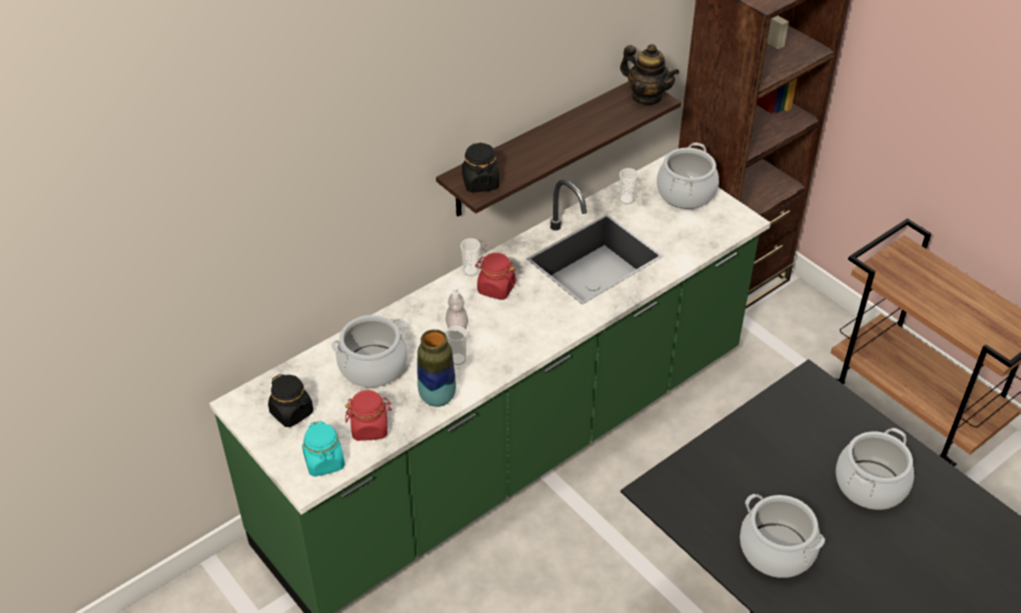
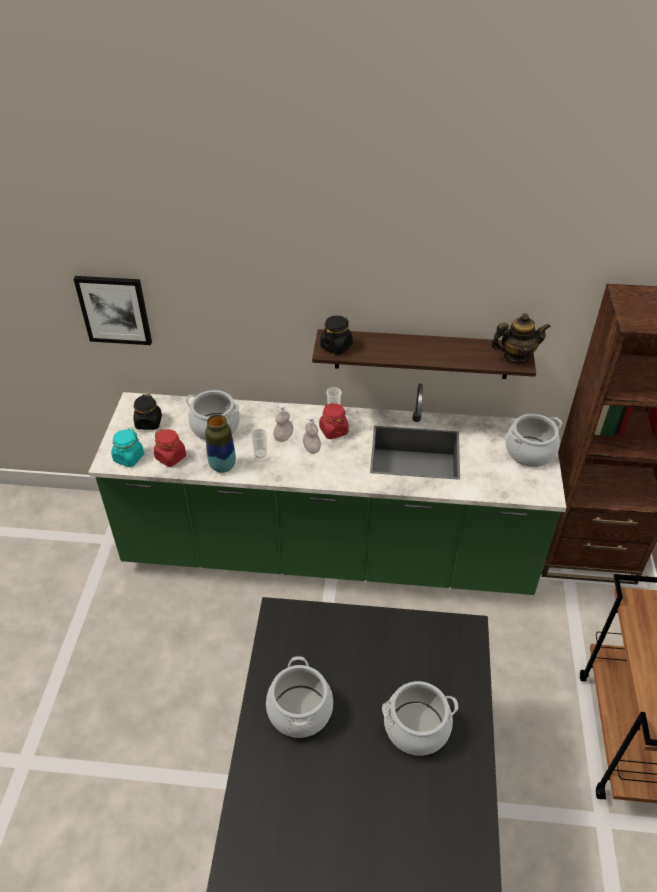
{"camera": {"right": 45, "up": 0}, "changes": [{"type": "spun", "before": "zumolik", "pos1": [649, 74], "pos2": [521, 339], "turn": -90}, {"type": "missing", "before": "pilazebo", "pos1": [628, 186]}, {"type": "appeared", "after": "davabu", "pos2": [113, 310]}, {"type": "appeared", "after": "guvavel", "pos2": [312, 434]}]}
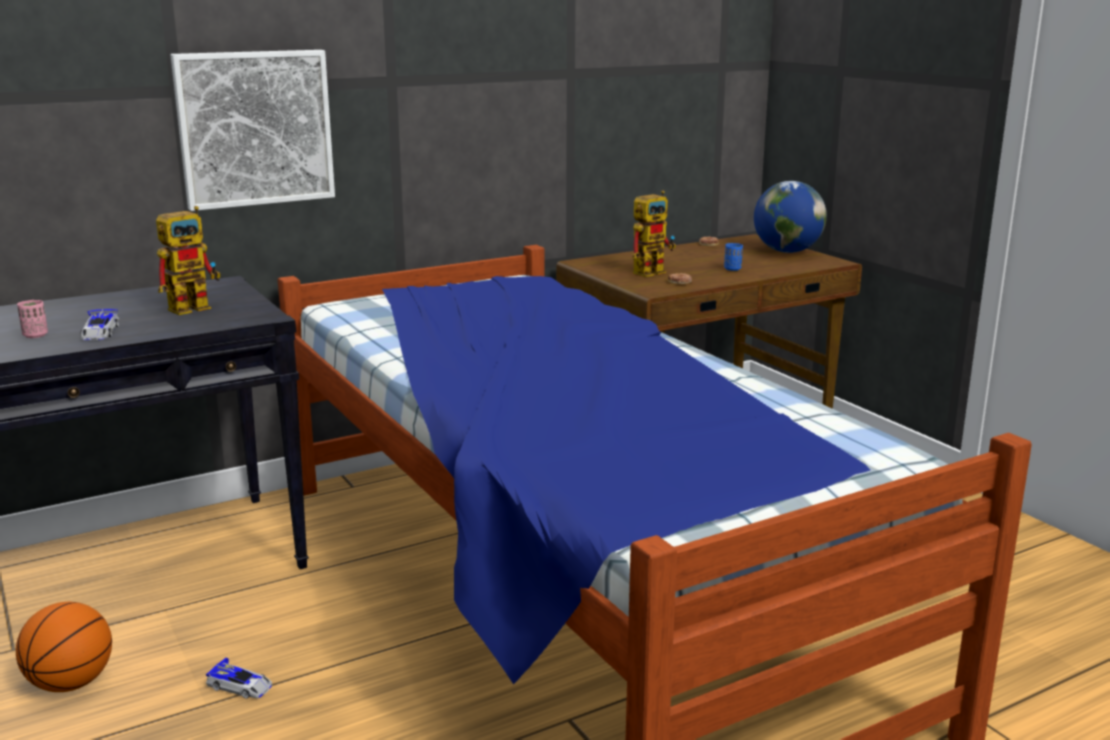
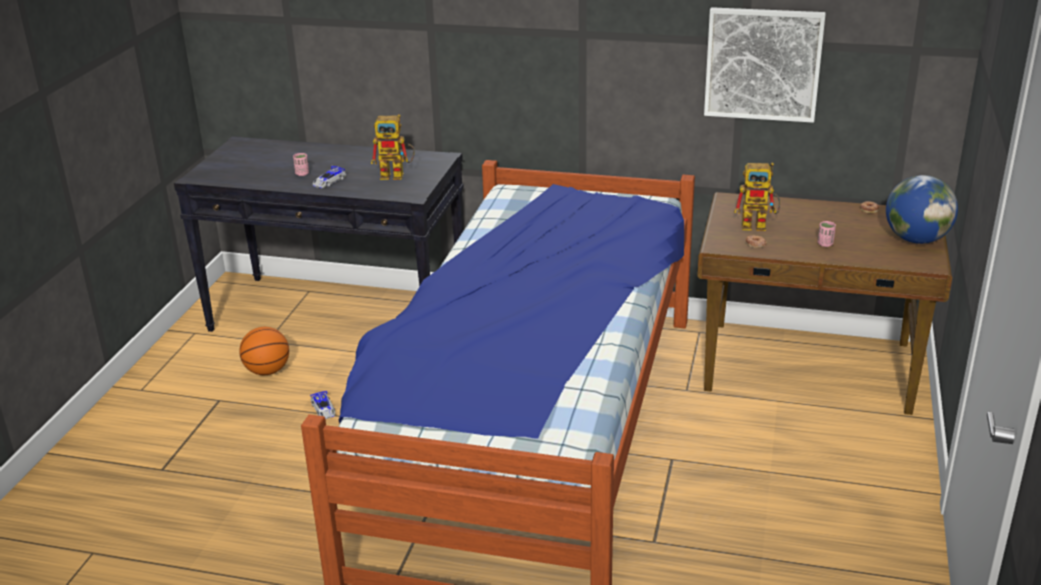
{"camera": {"right": 45, "up": 10}, "changes": [{"type": "relocated", "before": "davabu", "pos1": [253, 130], "pos2": [765, 65]}, {"type": "colour", "before": "blue_pilazebo", "after": "pink_pilazebo", "pos1": [733, 257], "pos2": [827, 234]}]}
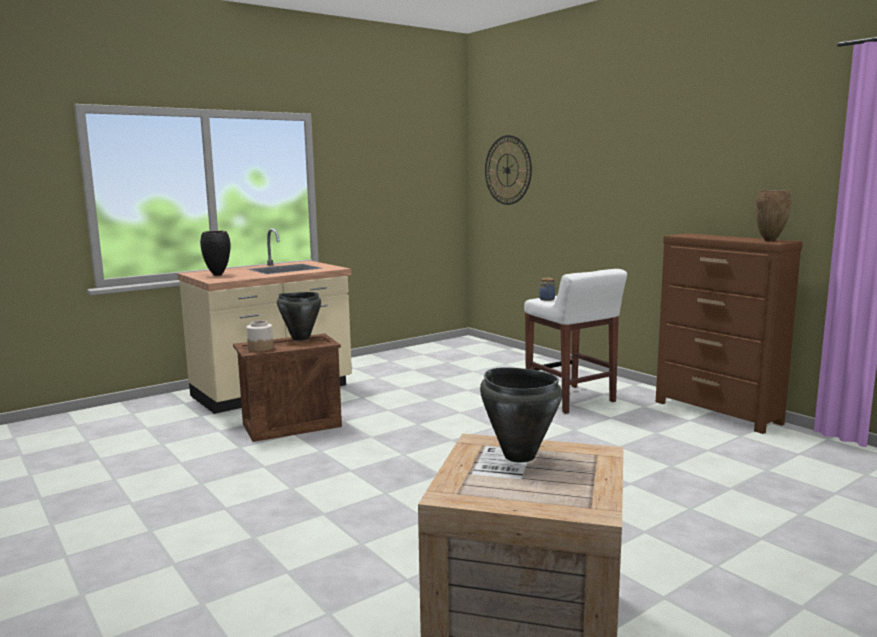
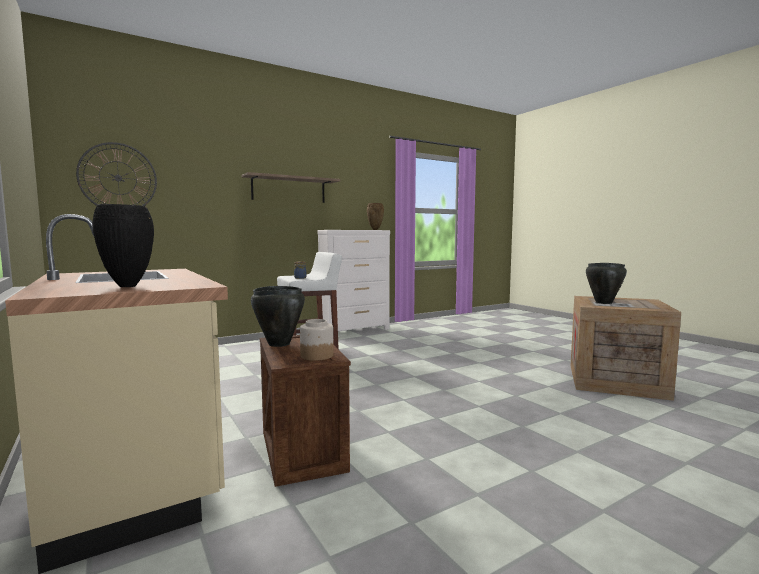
{"camera": {"right": -85, "up": -5}, "changes": [{"type": "colour", "before": "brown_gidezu", "after": "white_gidezu", "pos1": [729, 333], "pos2": [353, 280]}, {"type": "appeared", "after": "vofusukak", "pos2": [291, 187]}]}
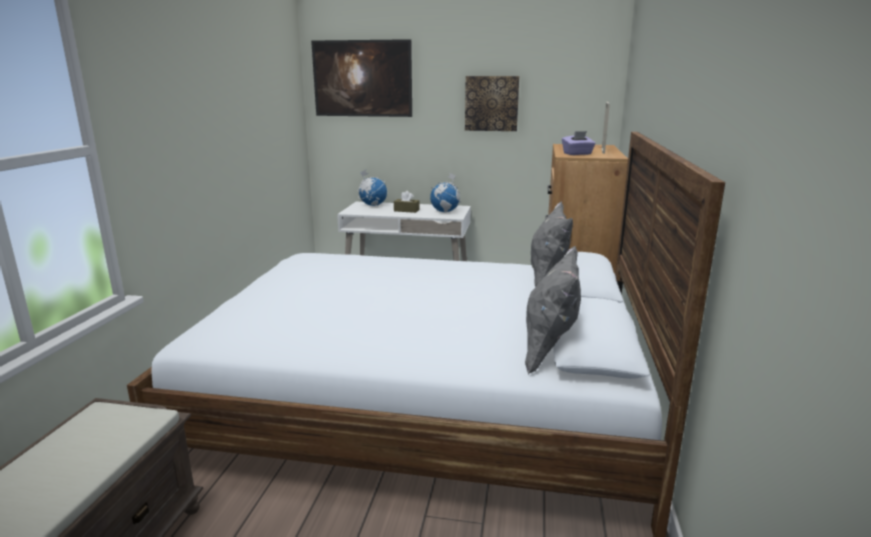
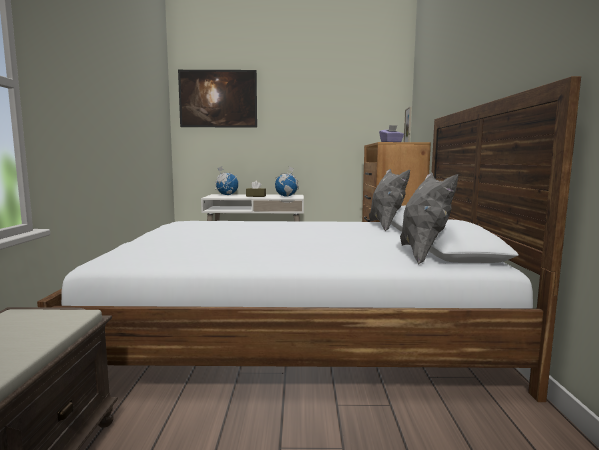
{"camera": {"right": -10, "up": -10}, "changes": [{"type": "missing", "before": "davabu", "pos1": [492, 103]}]}
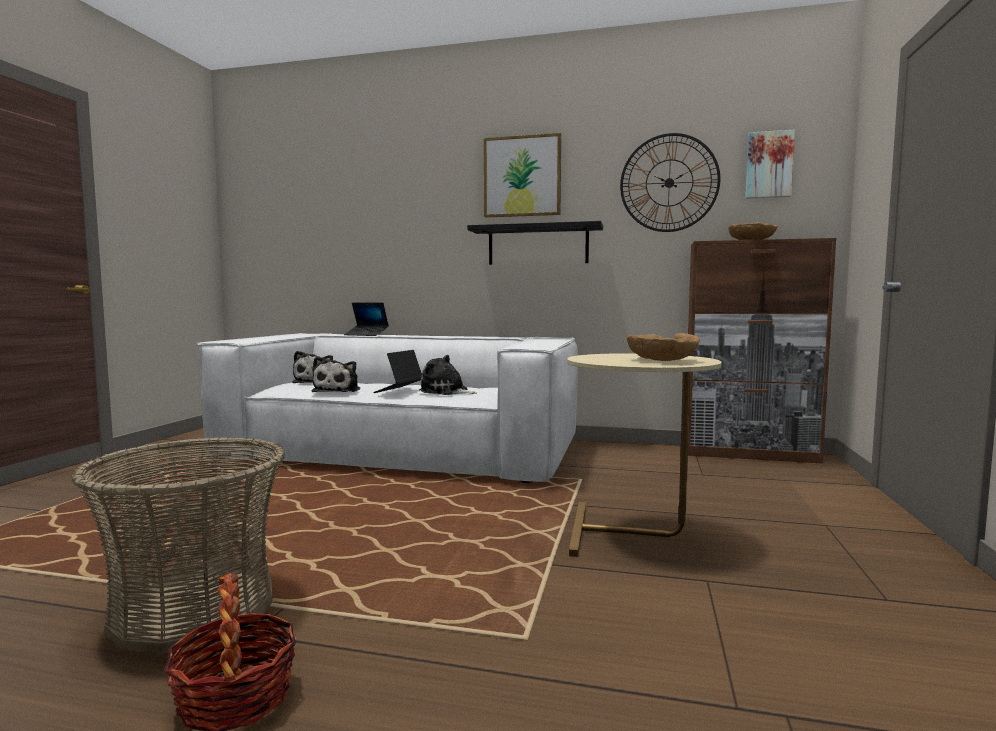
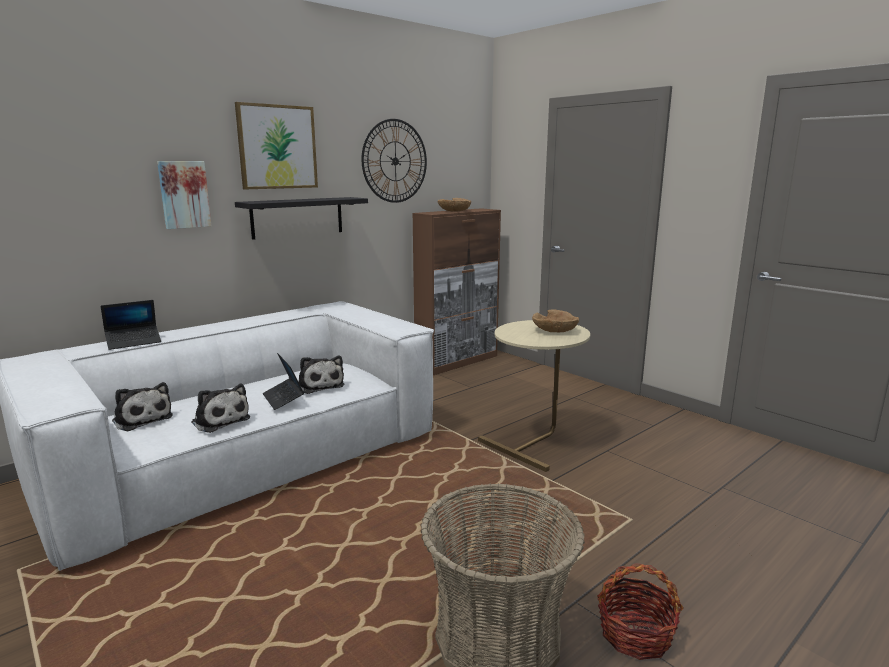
{"camera": {"right": -55, "up": 10}, "changes": [{"type": "relocated", "before": "davabu", "pos1": [770, 164], "pos2": [184, 195]}, {"type": "spun", "before": "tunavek", "pos1": [448, 375], "pos2": [321, 374], "turn": -90}]}
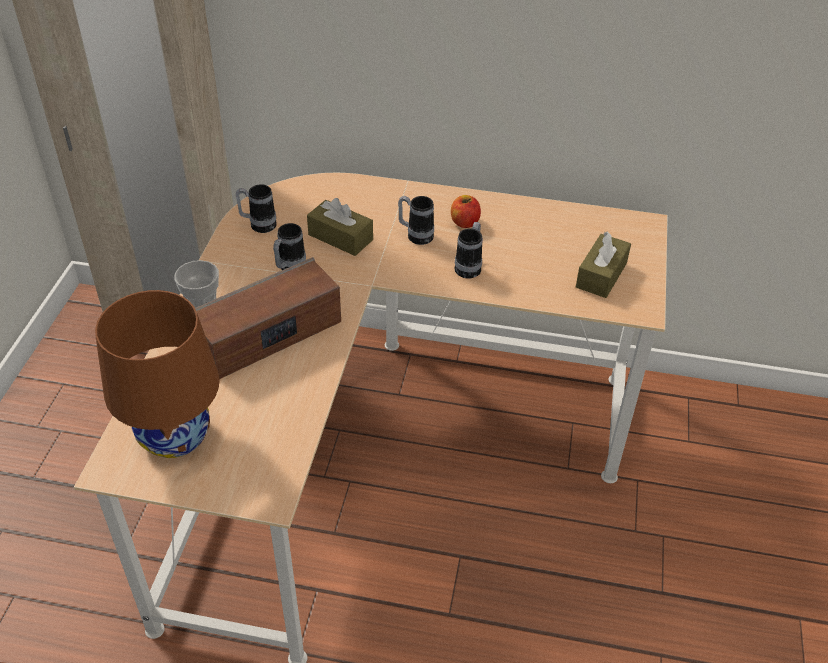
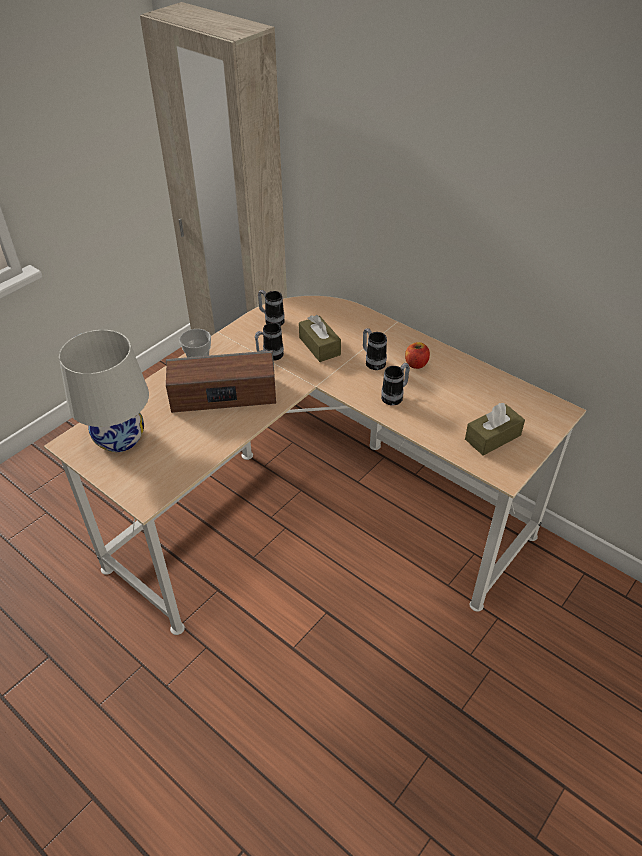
{"camera": {"right": 30, "up": 0}, "changes": [{"type": "colour", "before": "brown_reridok", "after": "white_reridok", "pos1": [157, 374], "pos2": [104, 391]}]}
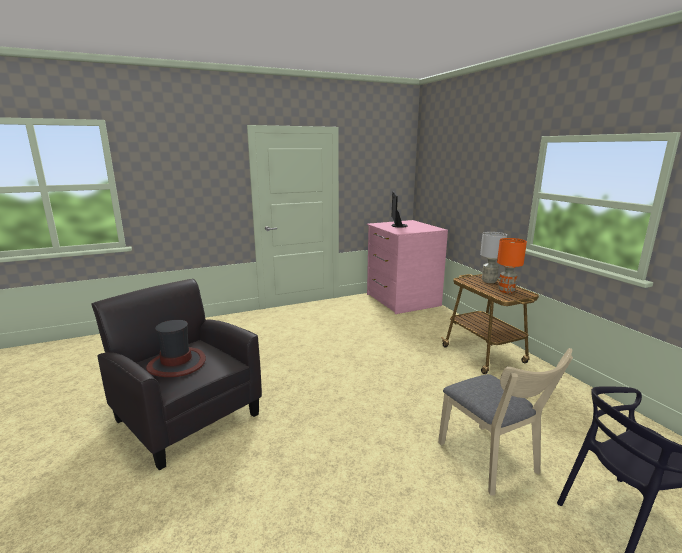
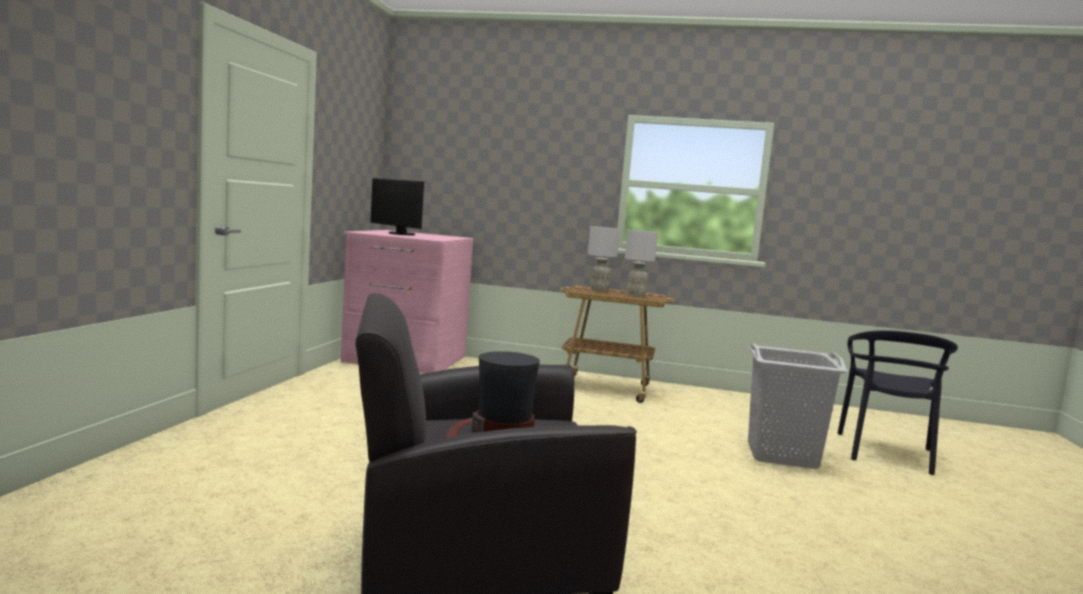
{"camera": {"right": -55, "up": -10}, "changes": [{"type": "colour", "before": "orange_reridok", "after": "grey_reridok", "pos1": [512, 265], "pos2": [641, 263]}, {"type": "exchanged", "before": "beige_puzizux", "after": "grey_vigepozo", "pos1": [505, 422], "pos2": [798, 406]}]}
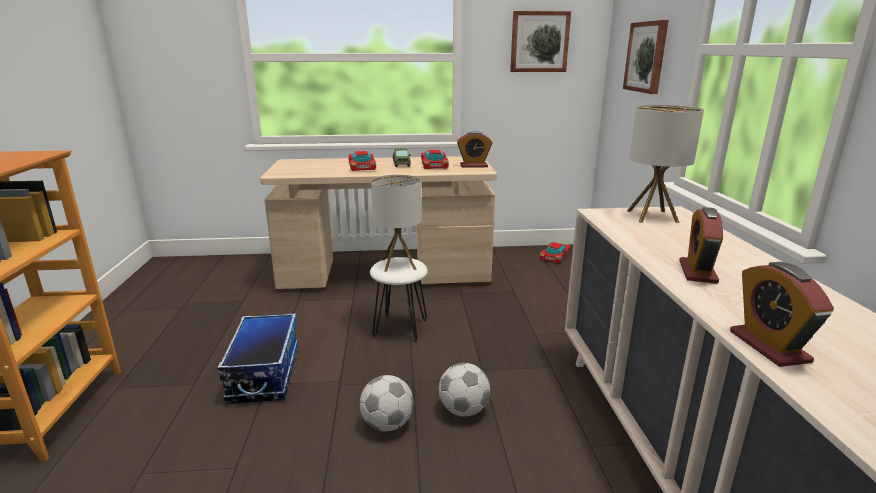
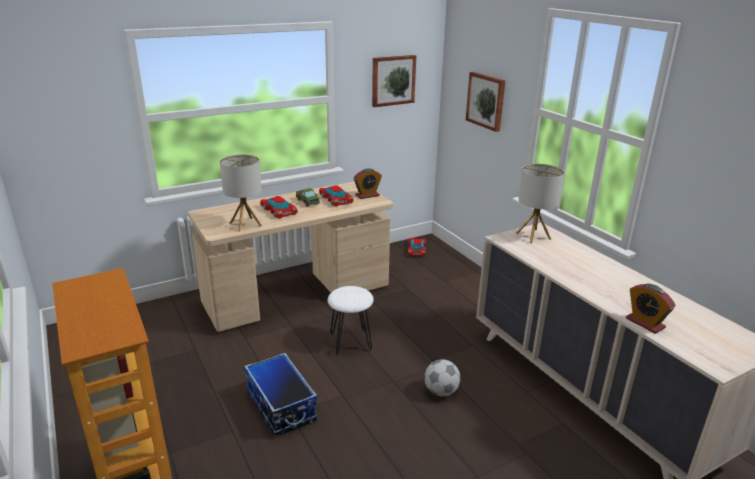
{"camera": {"right": -25, "up": 5}, "changes": [{"type": "relocated", "before": "reridok", "pos1": [396, 223], "pos2": [241, 193]}, {"type": "missing", "before": "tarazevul", "pos1": [701, 245]}, {"type": "missing", "before": "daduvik", "pos1": [386, 403]}]}
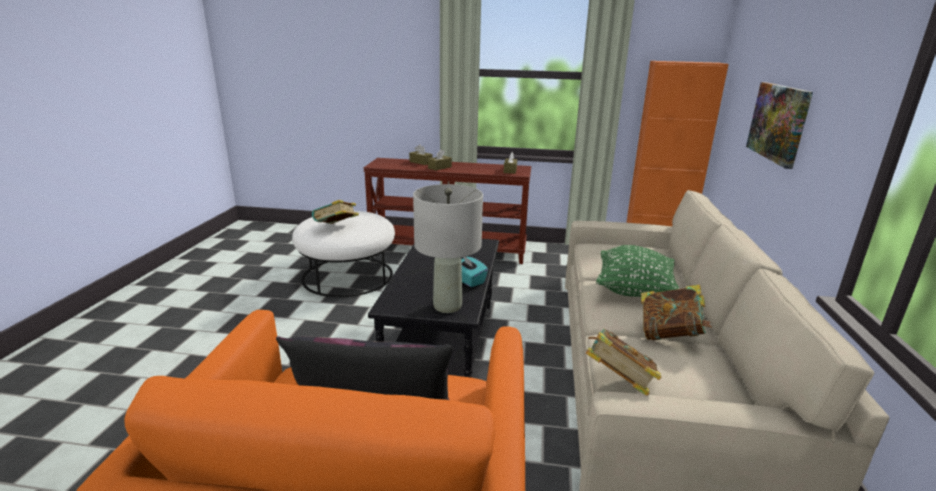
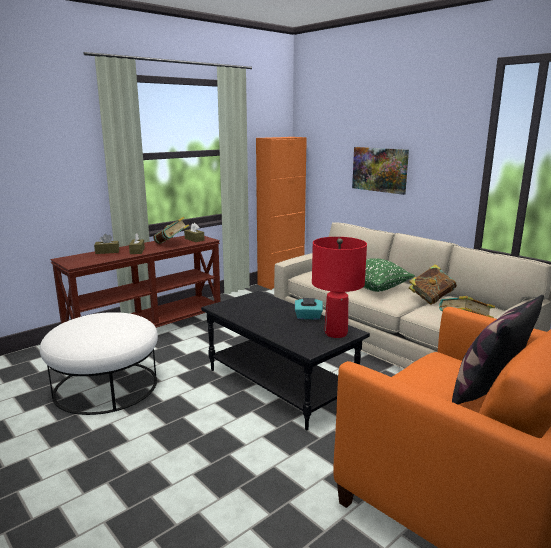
{"camera": {"right": -50, "up": -5}, "changes": [{"type": "colour", "before": "grey_reridok", "after": "red_reridok", "pos1": [448, 248], "pos2": [339, 287]}, {"type": "relocated", "before": "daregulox", "pos1": [335, 212], "pos2": [171, 230]}]}
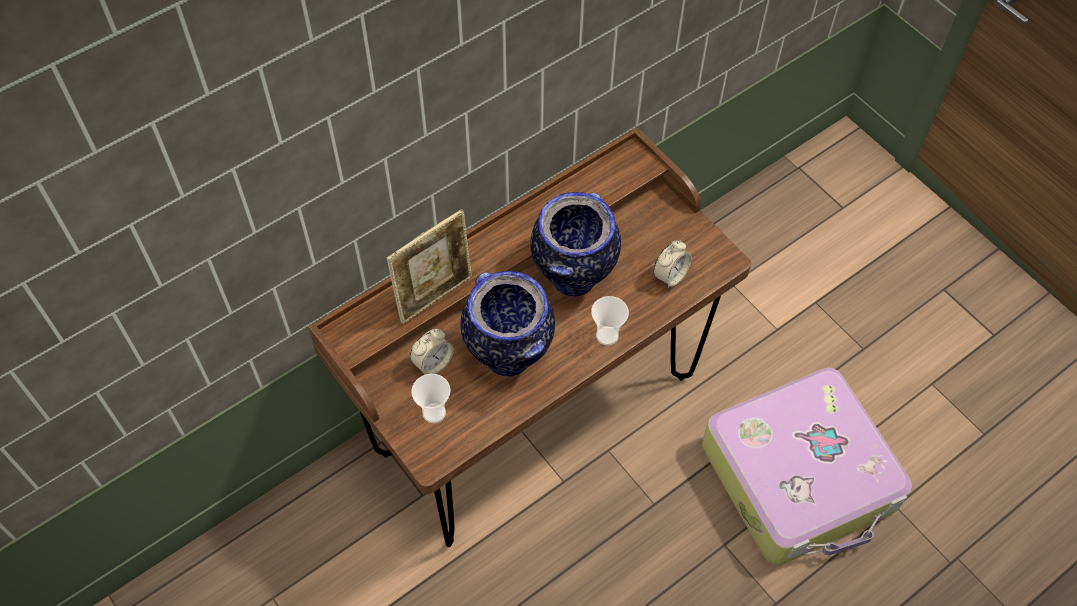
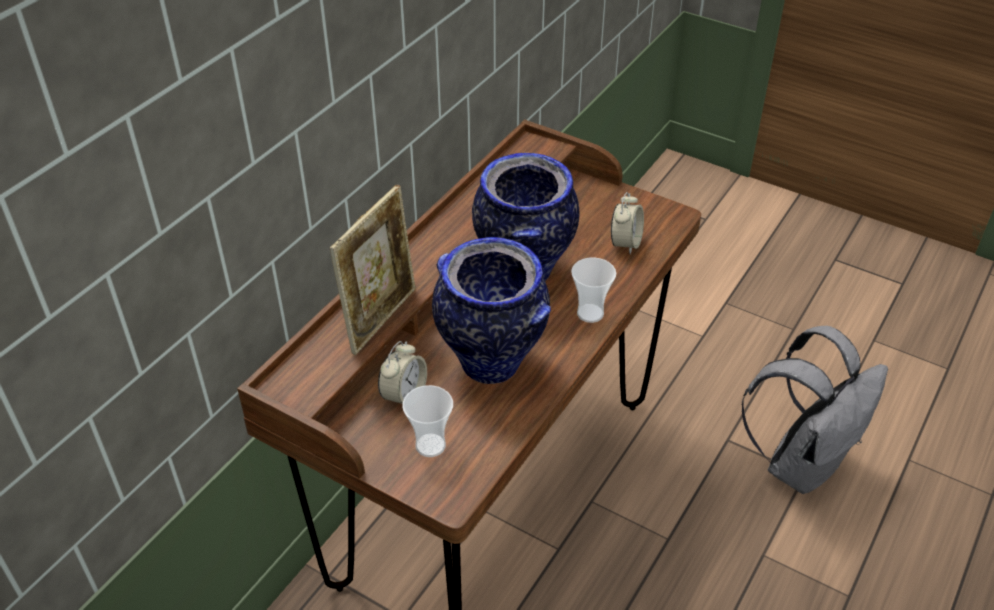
{"camera": {"right": -20, "up": -15}, "changes": [{"type": "exchanged", "before": "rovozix", "after": "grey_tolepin", "pos1": [807, 466], "pos2": [814, 410]}]}
